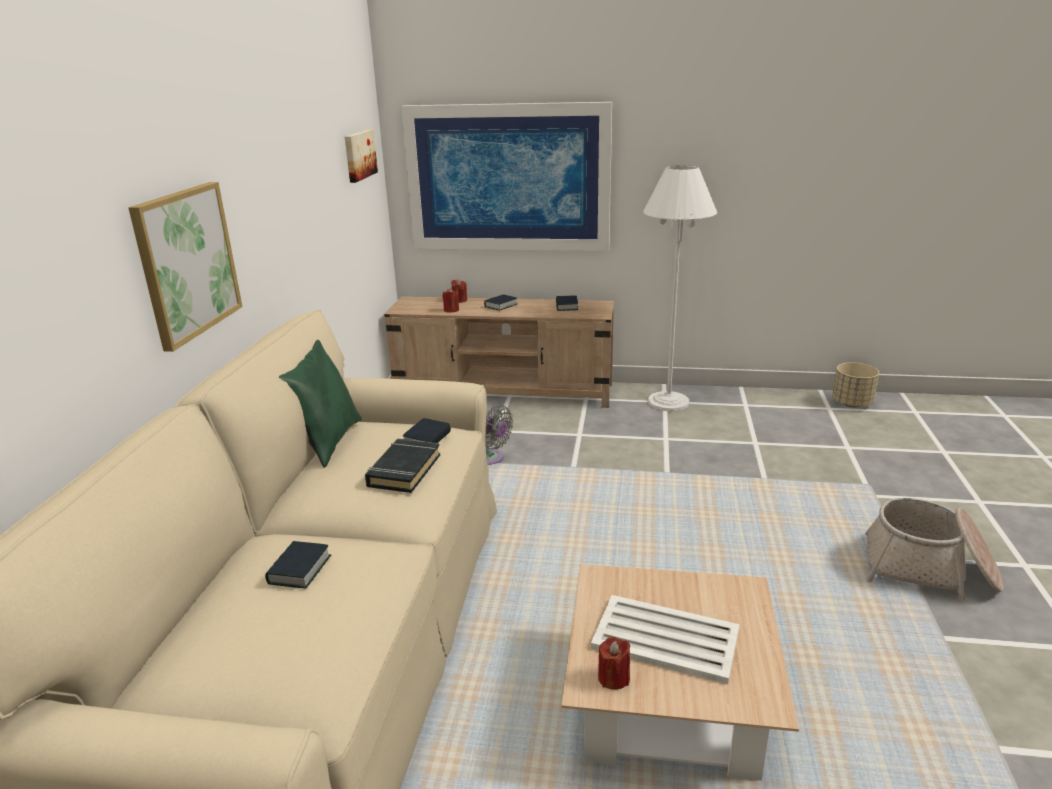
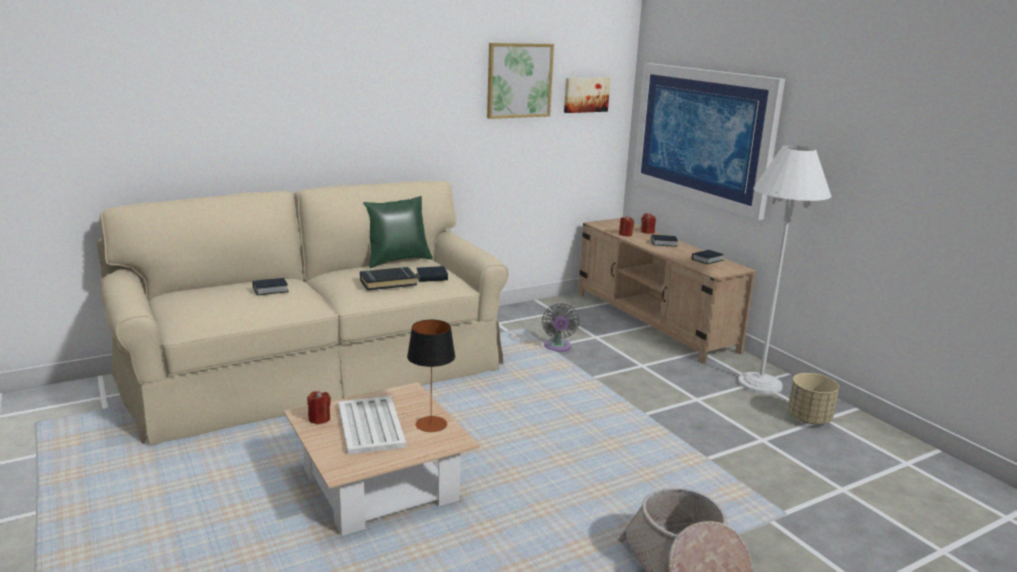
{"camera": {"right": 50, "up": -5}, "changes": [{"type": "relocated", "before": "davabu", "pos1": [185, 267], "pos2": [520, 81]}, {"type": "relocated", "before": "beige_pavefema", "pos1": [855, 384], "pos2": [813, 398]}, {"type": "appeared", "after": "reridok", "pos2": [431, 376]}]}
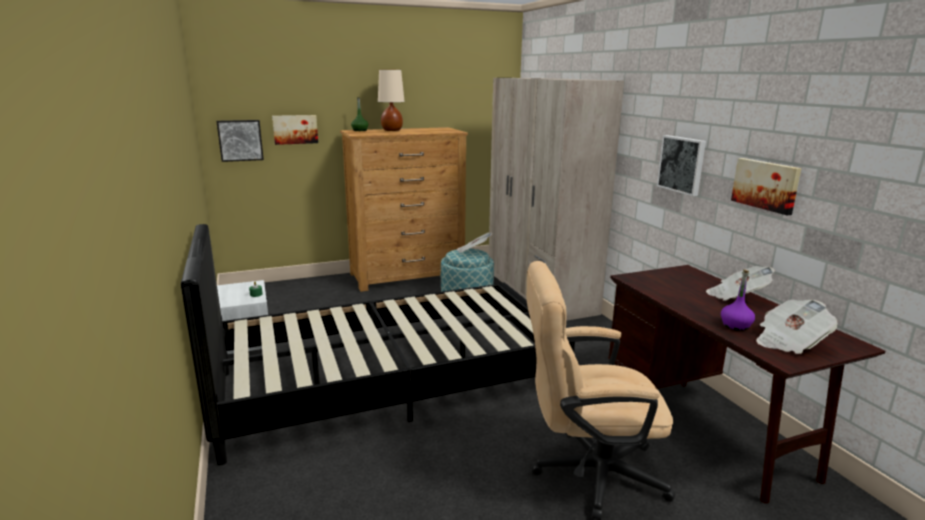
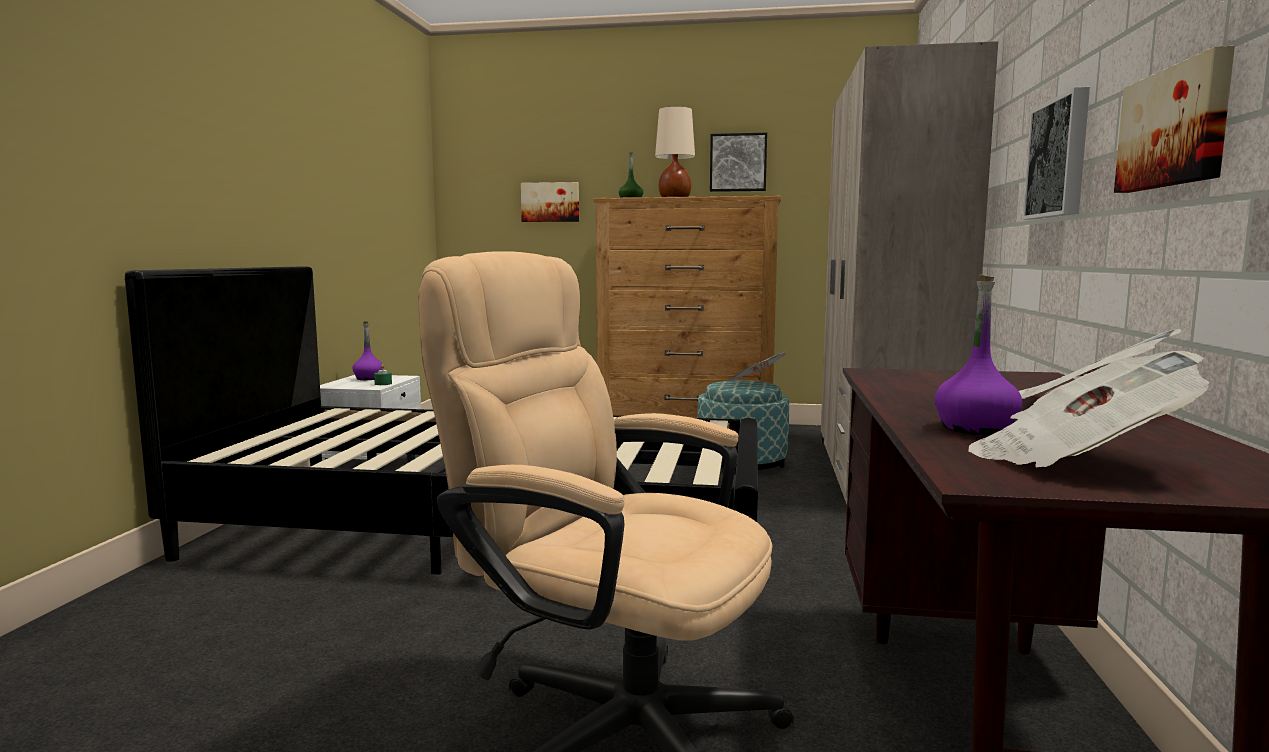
{"camera": {"right": 30, "up": -10}, "changes": [{"type": "relocated", "before": "davabu", "pos1": [240, 141], "pos2": [738, 162]}, {"type": "appeared", "after": "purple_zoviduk", "pos2": [367, 351]}]}
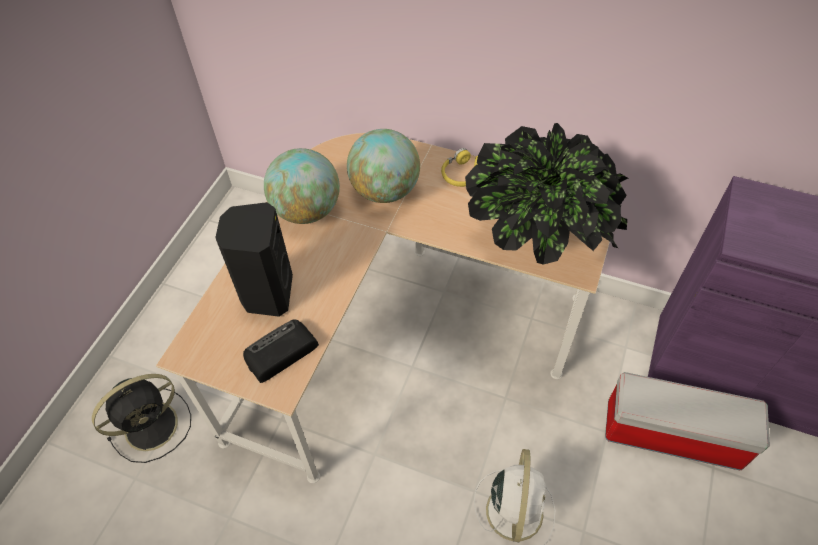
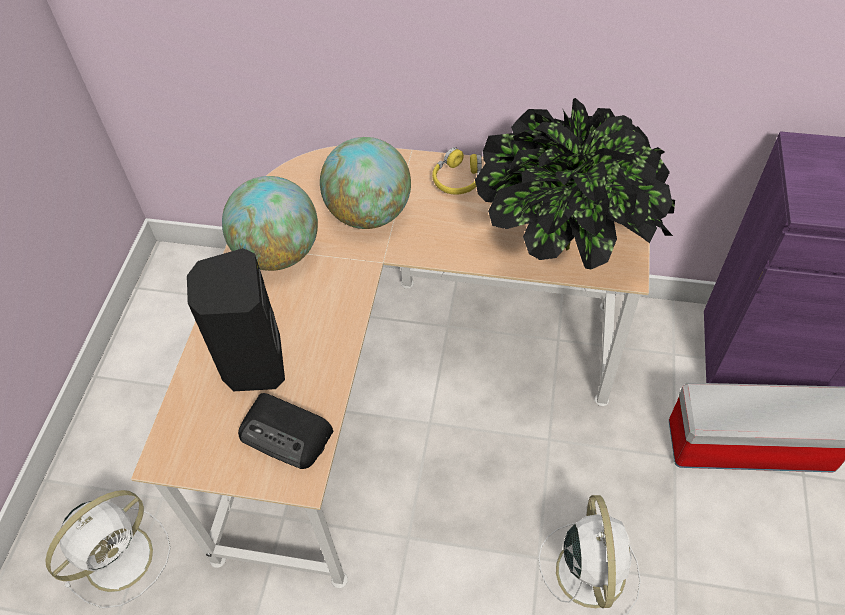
{"camera": {"right": -10, "up": 0}, "changes": [{"type": "spun", "before": "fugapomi", "pos1": [281, 351], "pos2": [285, 431], "turn": -105}, {"type": "colour", "before": "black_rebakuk", "after": "white_rebakuk", "pos1": [141, 418], "pos2": [107, 549]}]}
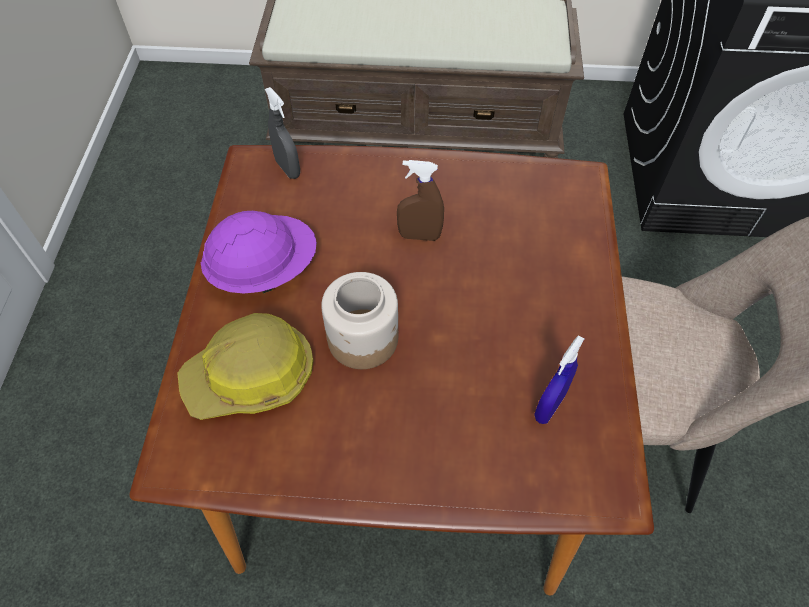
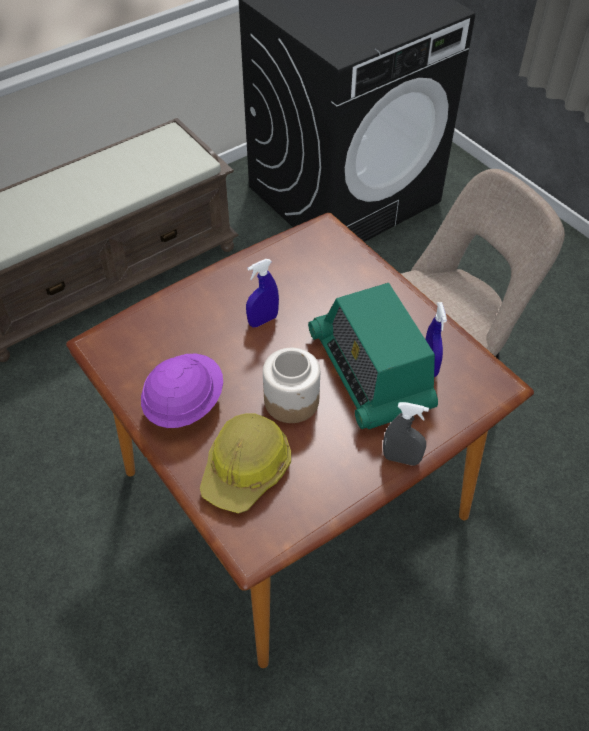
{"camera": {"right": -40, "up": -5}, "changes": [{"type": "relocated", "before": "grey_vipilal", "pos1": [282, 133], "pos2": [406, 434]}, {"type": "colour", "before": "brown_vipilal", "after": "blue_vipilal", "pos1": [420, 200], "pos2": [262, 293]}, {"type": "appeared", "after": "fugapomi", "pos2": [373, 356]}]}
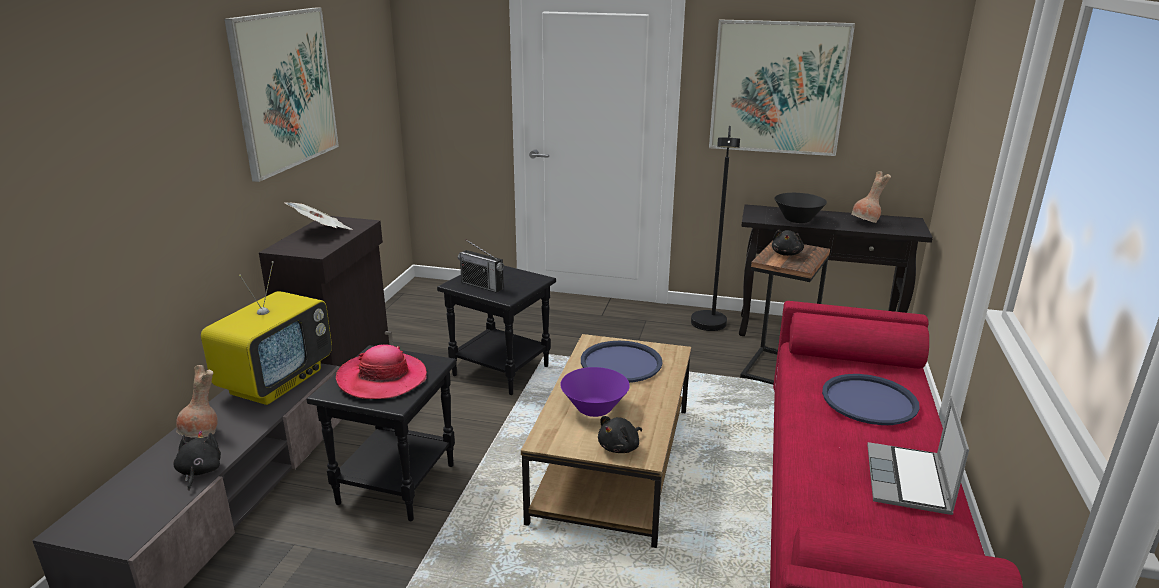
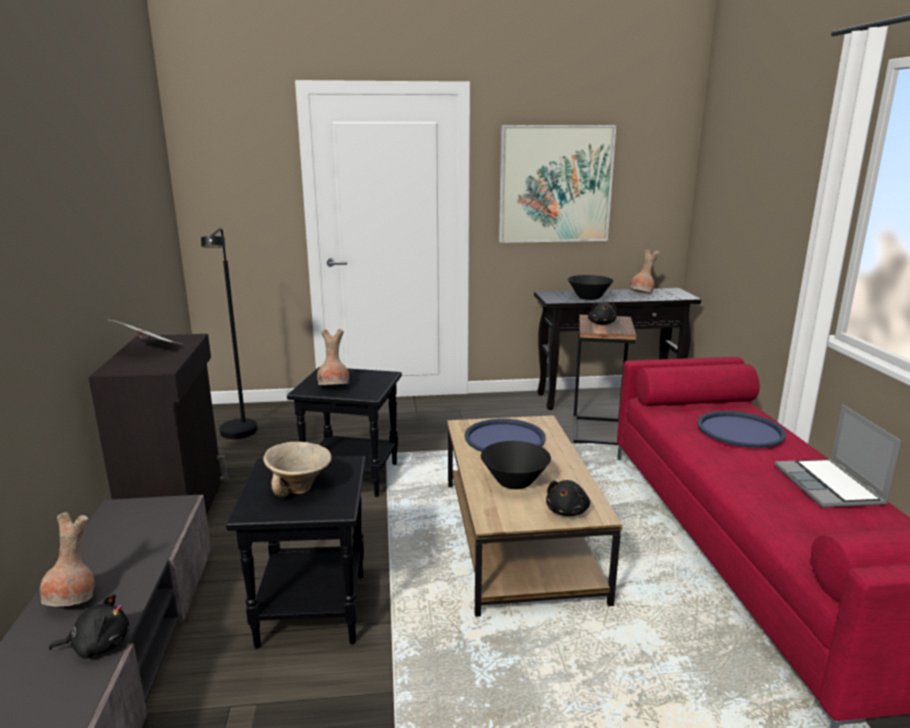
{"camera": {"right": -20, "up": -5}, "changes": [{"type": "missing", "before": "davabu", "pos1": [281, 94]}, {"type": "relocated", "before": "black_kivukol", "pos1": [715, 228], "pos2": [229, 333]}, {"type": "exchanged", "before": "fugapomi", "after": "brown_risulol", "pos1": [481, 266], "pos2": [333, 357]}, {"type": "missing", "before": "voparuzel", "pos1": [266, 333]}, {"type": "exchanged", "before": "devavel", "after": "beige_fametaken", "pos1": [381, 371], "pos2": [297, 469]}, {"type": "colour", "before": "purple_fametaken", "after": "black_fametaken", "pos1": [595, 392], "pos2": [516, 465]}, {"type": "spun", "before": "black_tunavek", "pos1": [197, 461], "pos2": [89, 626], "turn": 105}]}
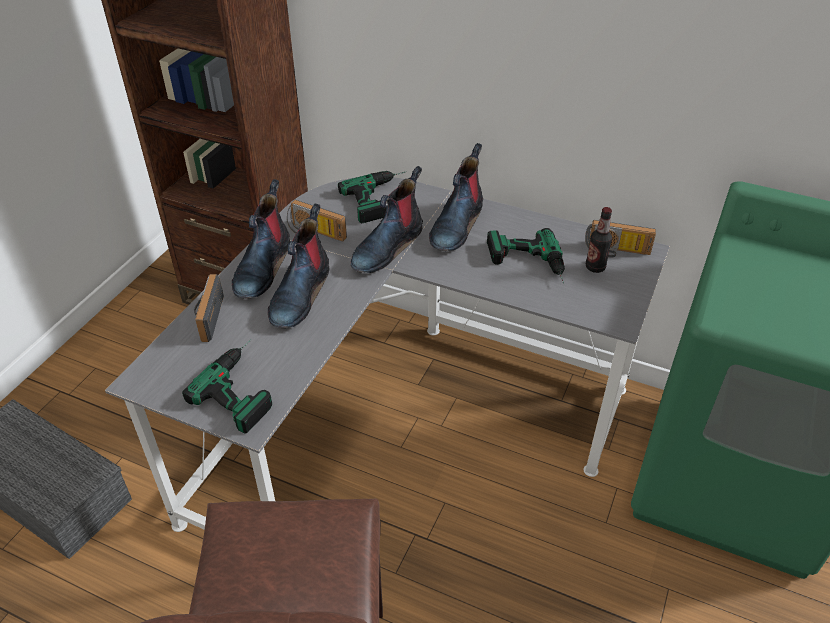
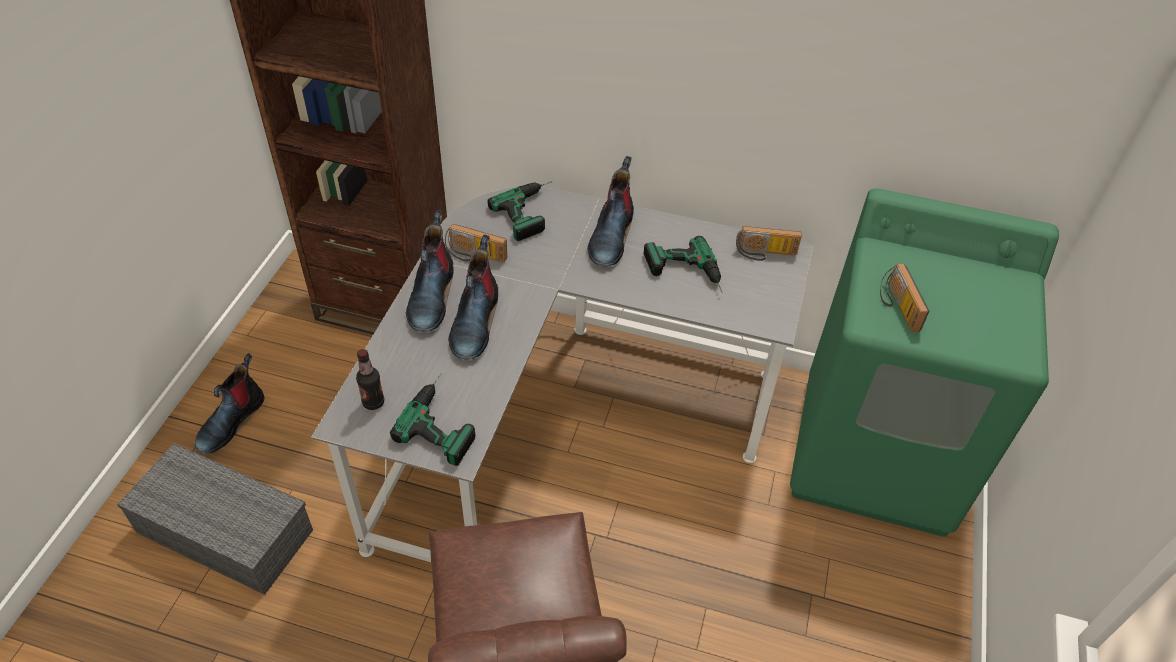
{"camera": {"right": -10, "up": 5}, "changes": [{"type": "relocated", "before": "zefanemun", "pos1": [387, 219], "pos2": [230, 403]}, {"type": "relocated", "before": "zoviduk", "pos1": [599, 240], "pos2": [370, 379]}, {"type": "relocated", "before": "fugapomi", "pos1": [209, 308], "pos2": [904, 298]}]}
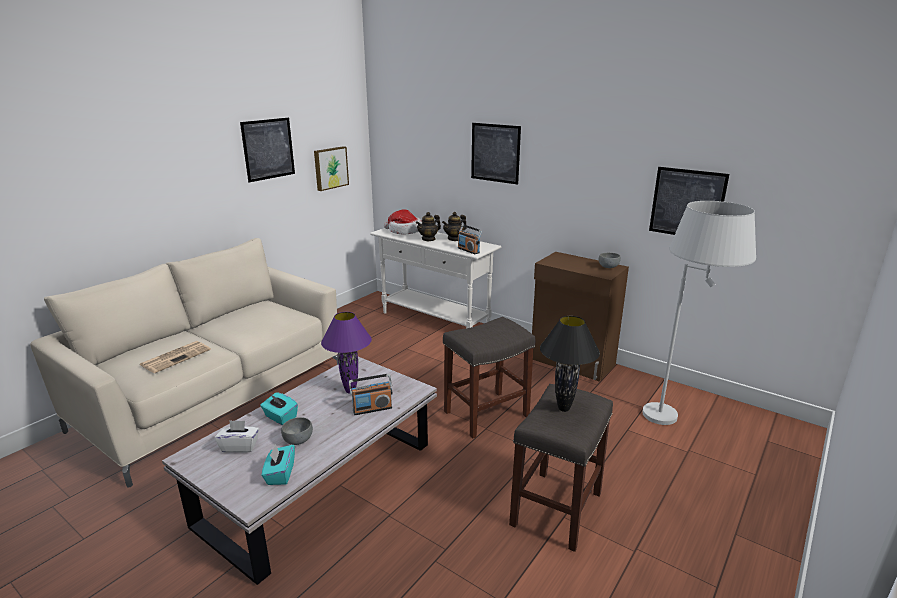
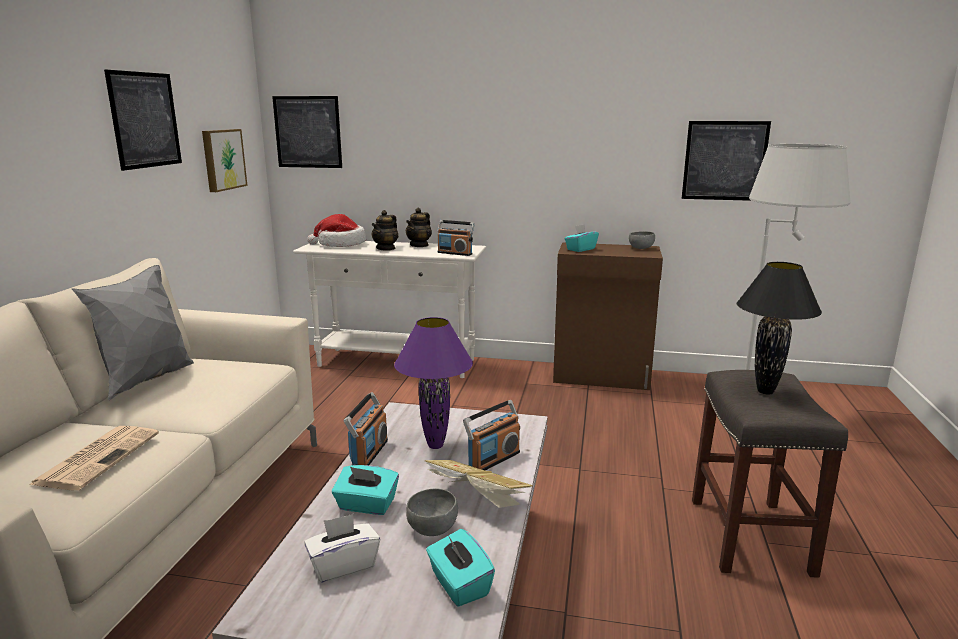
{"camera": {"right": -25, "up": -5}, "changes": [{"type": "relocated", "before": "davabu", "pos1": [496, 154], "pos2": [307, 132]}, {"type": "missing", "before": "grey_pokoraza", "pos1": [489, 377]}, {"type": "appeared", "after": "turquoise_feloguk", "pos2": [582, 238]}, {"type": "appeared", "after": "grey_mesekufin", "pos2": [132, 332]}, {"type": "appeared", "after": "fugapomi", "pos2": [366, 428]}, {"type": "appeared", "after": "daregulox", "pos2": [478, 484]}]}
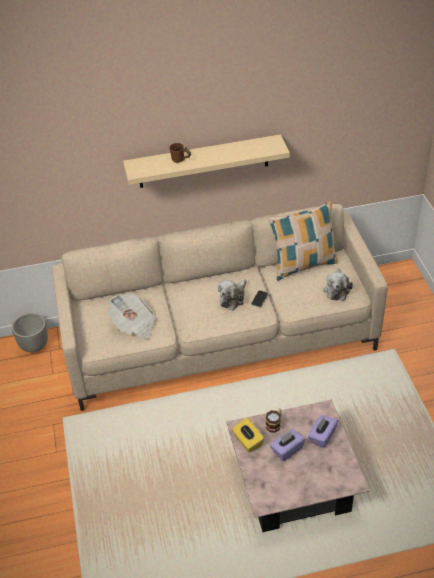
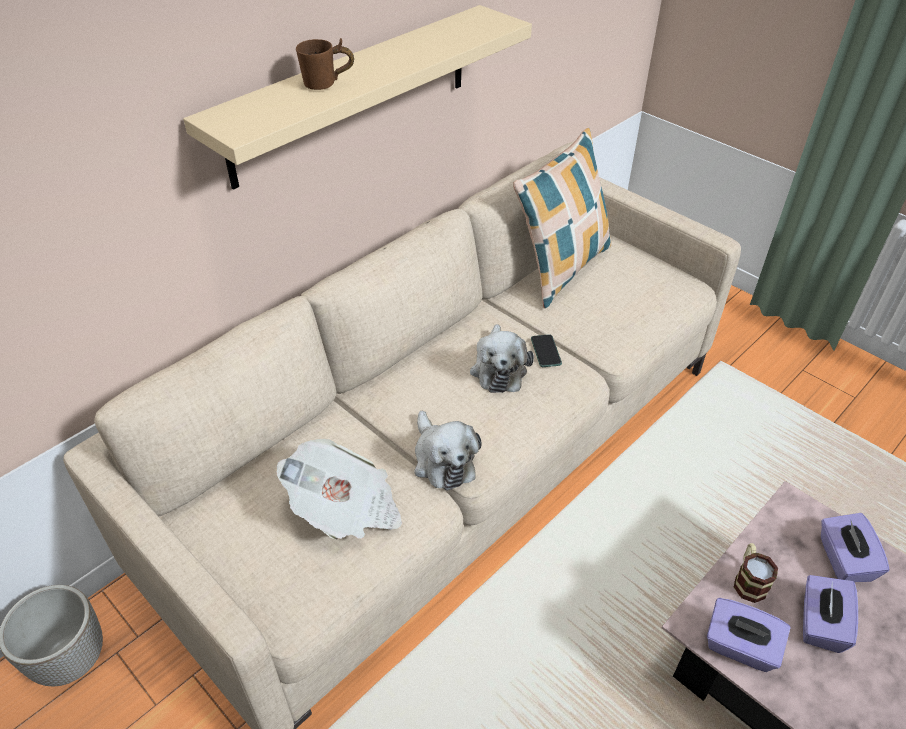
{"camera": {"right": -35, "up": 0}, "changes": [{"type": "relocated", "before": "tunavek", "pos1": [338, 284], "pos2": [448, 451]}, {"type": "colour", "before": "yellow_feloguk", "after": "purple_feloguk", "pos1": [248, 435], "pos2": [749, 635]}]}
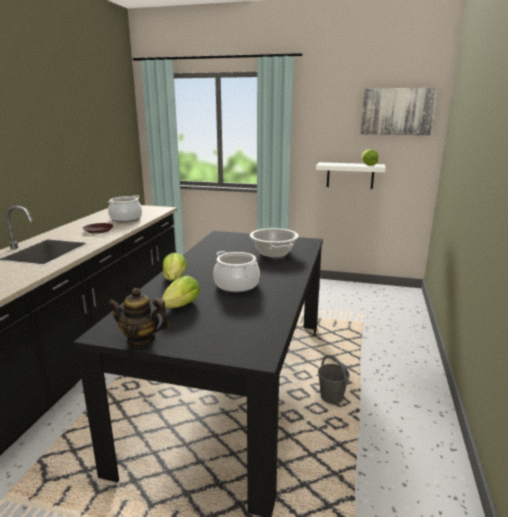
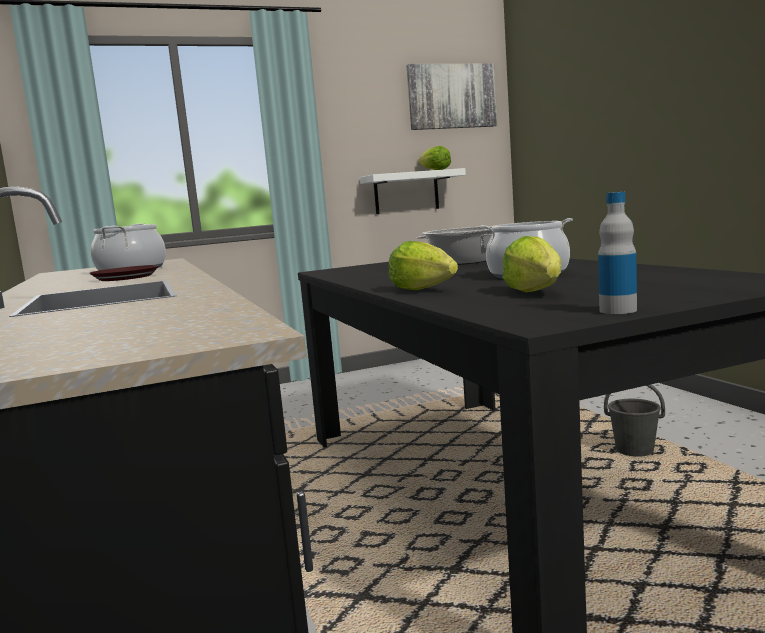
{"camera": {"right": -35, "up": -10}, "changes": [{"type": "exchanged", "before": "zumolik", "after": "zoviduk", "pos1": [139, 318], "pos2": [617, 253]}]}
